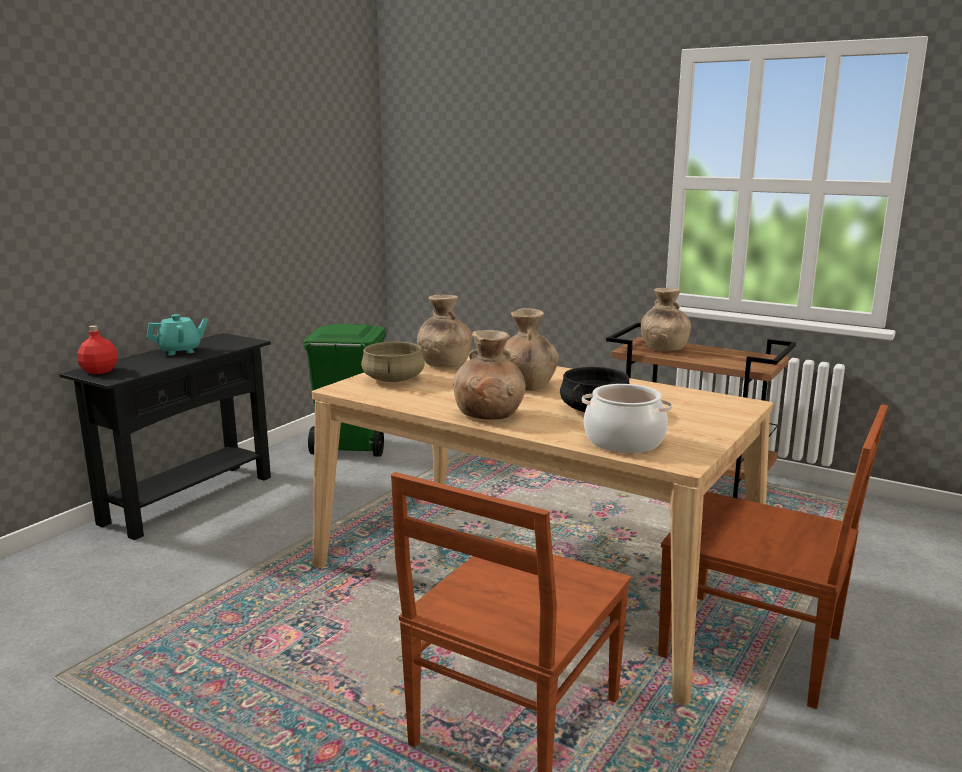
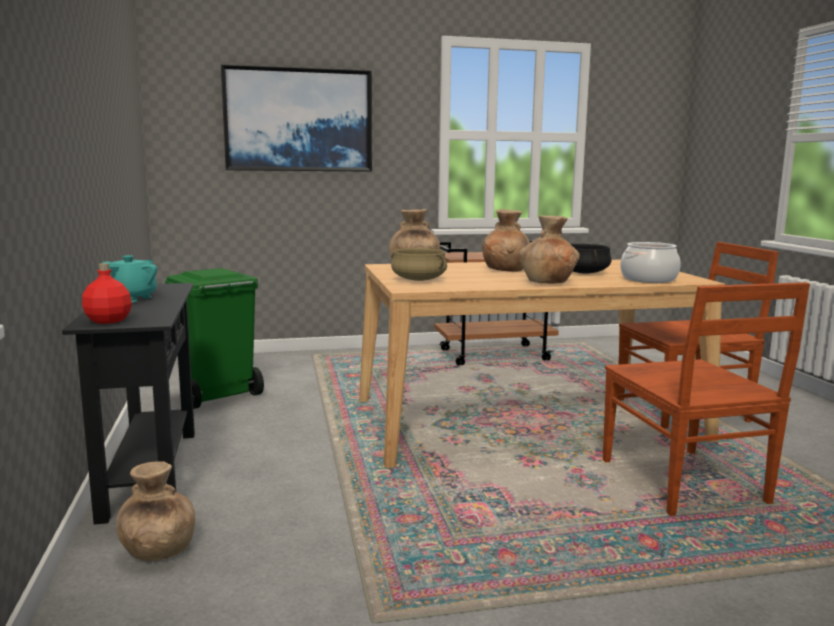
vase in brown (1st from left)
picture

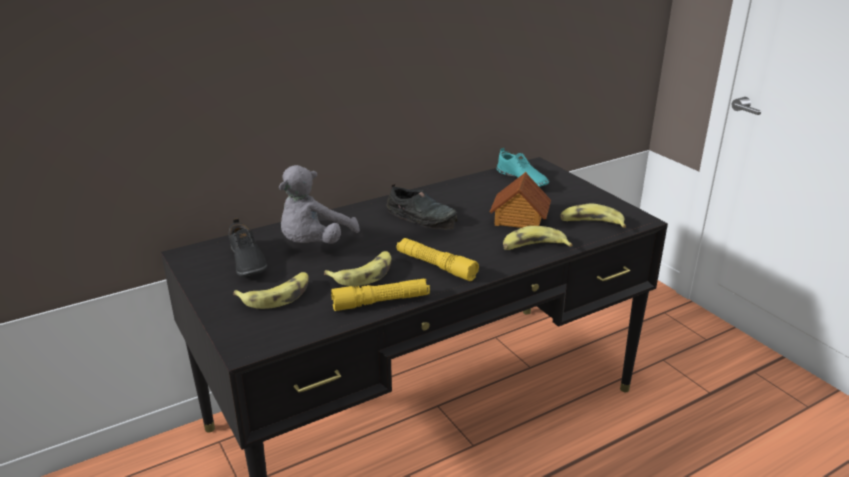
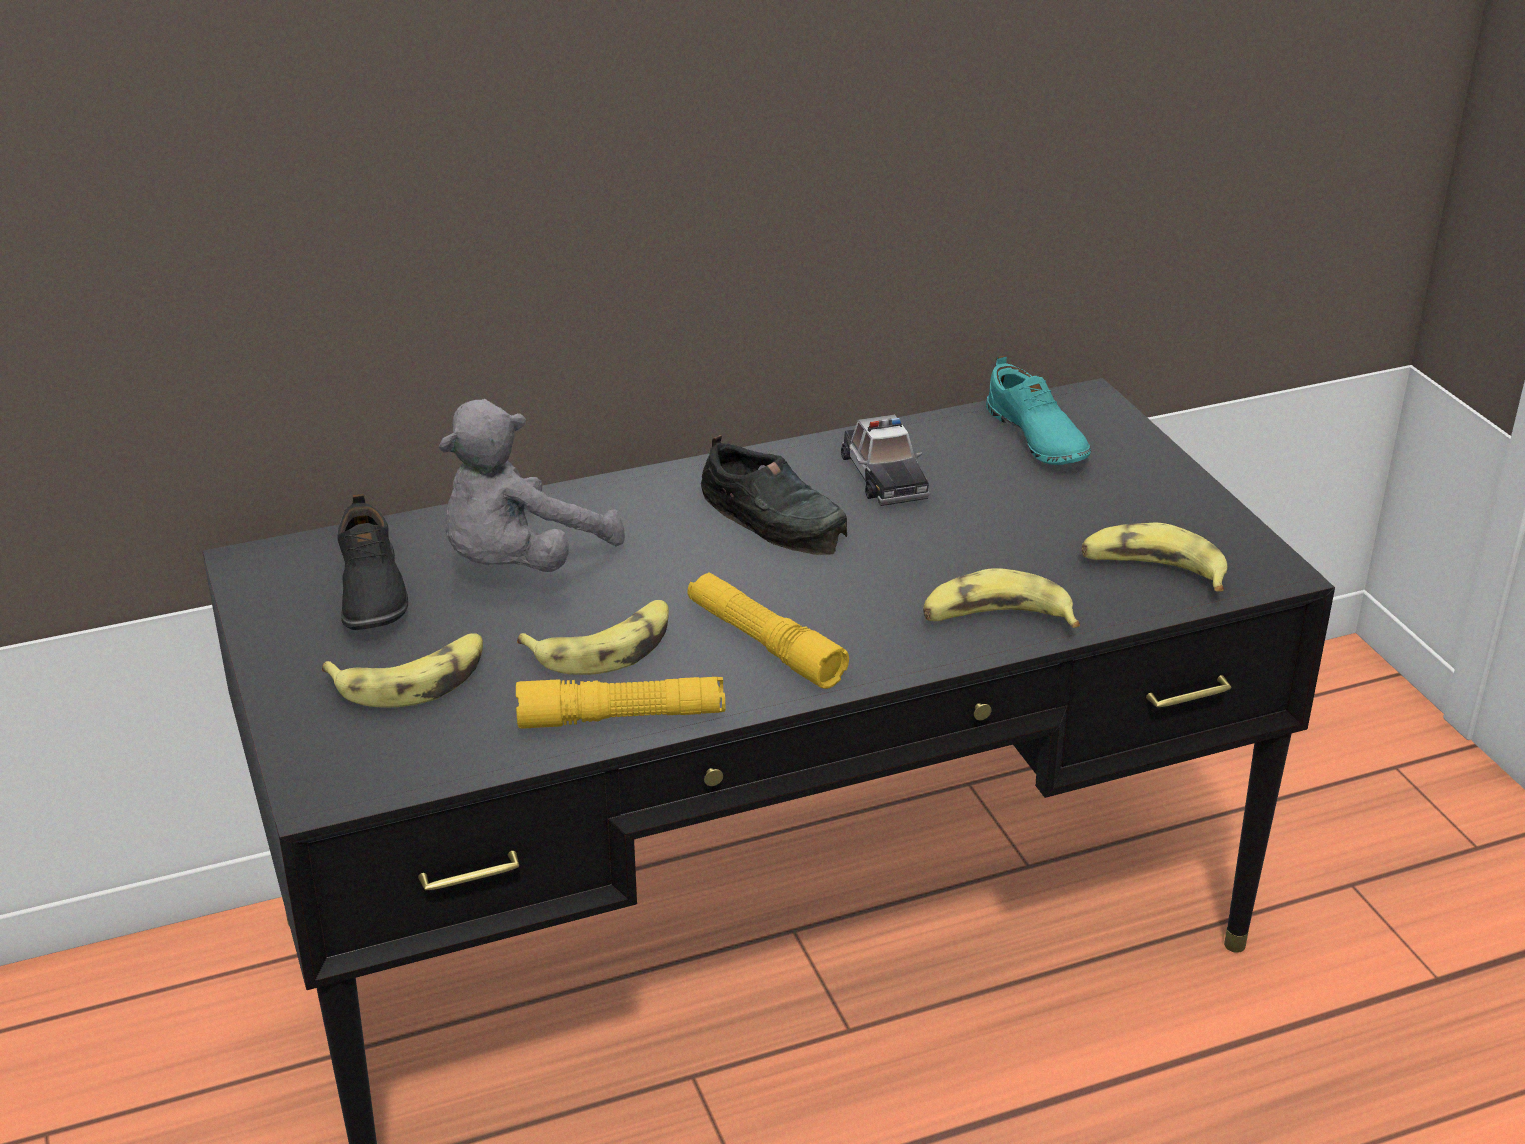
toy house
toy car

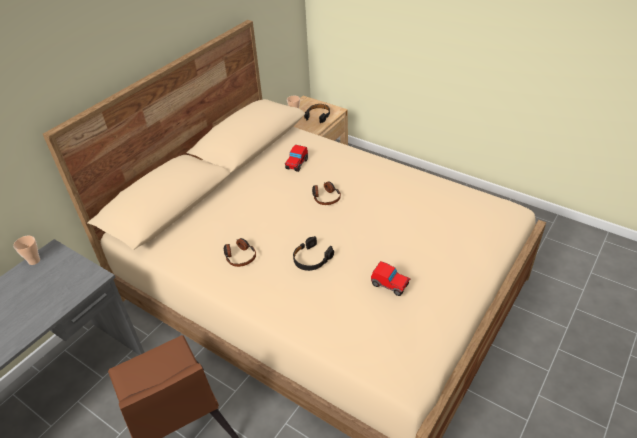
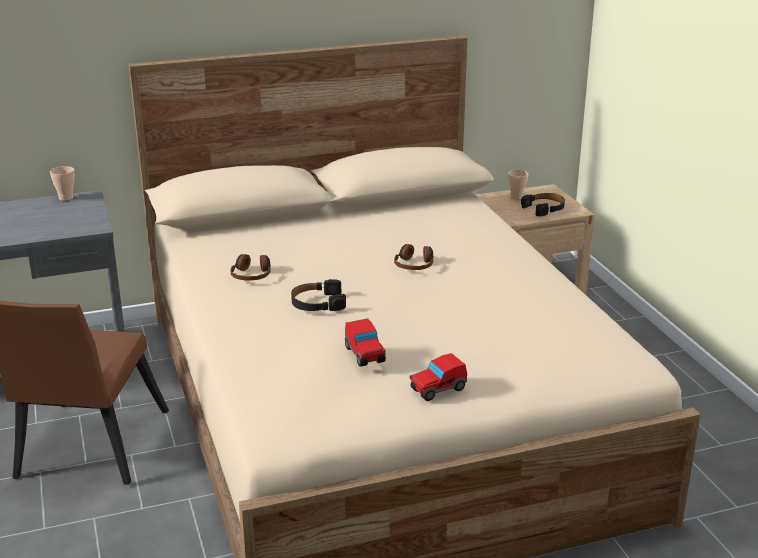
toy car (2nd from left)

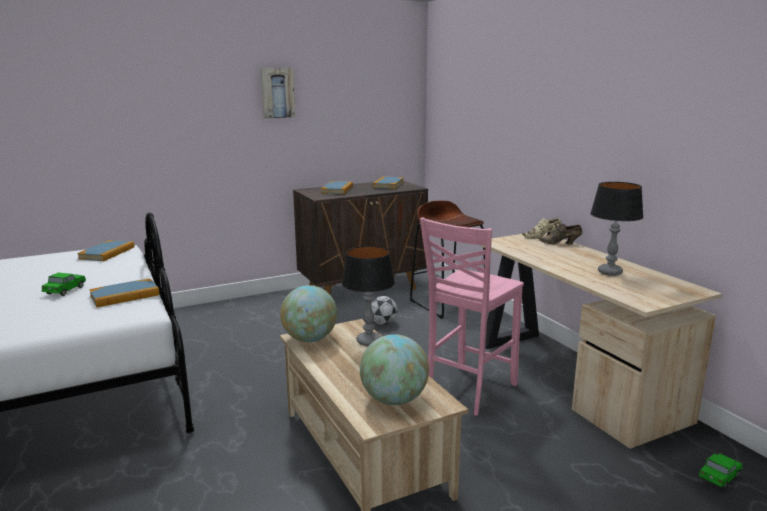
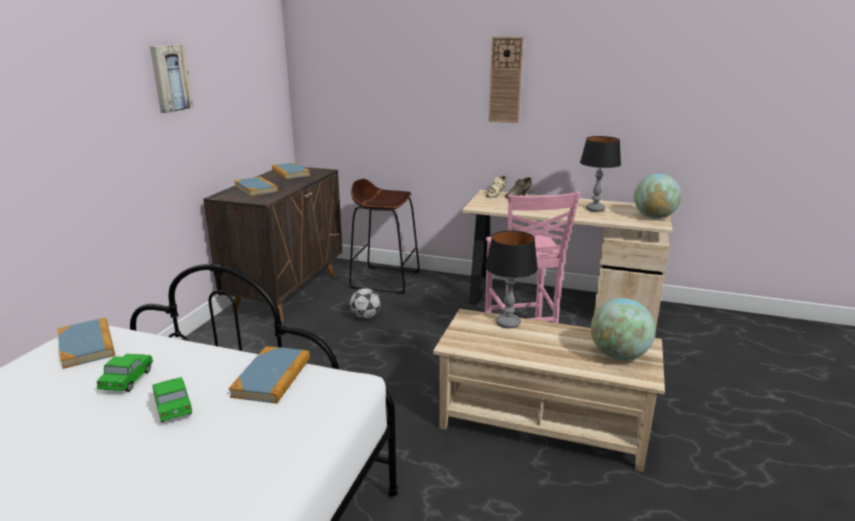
globe (2nd from left)
toy car (1st from left)
wall clock

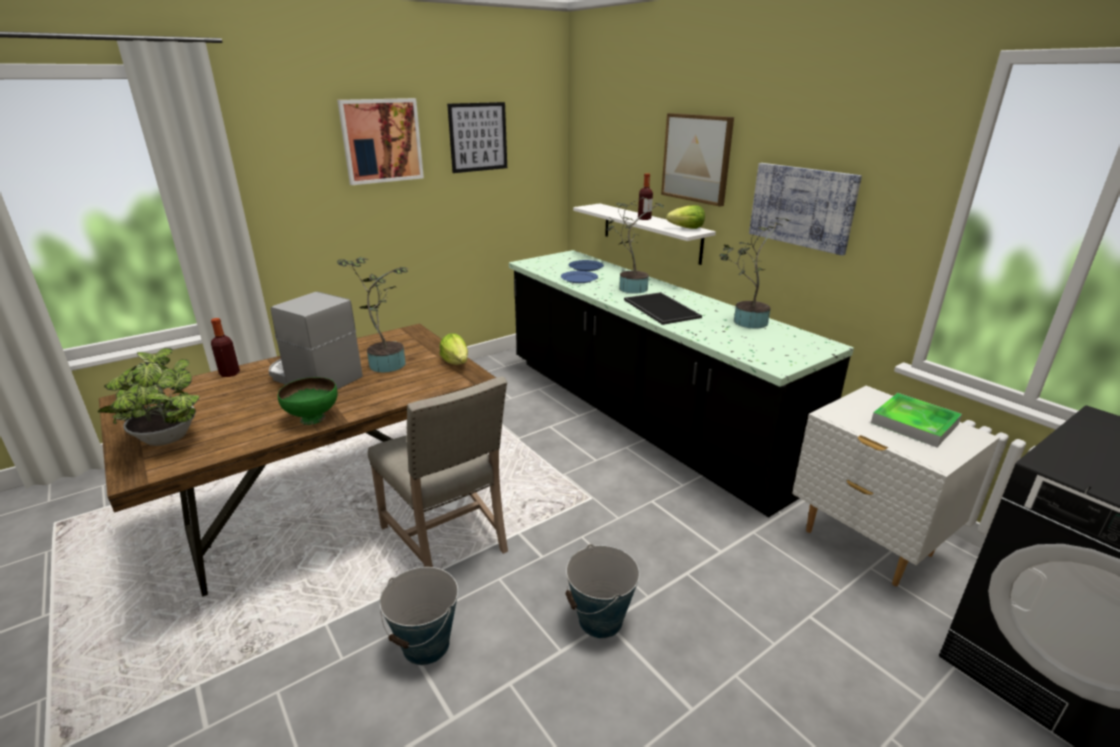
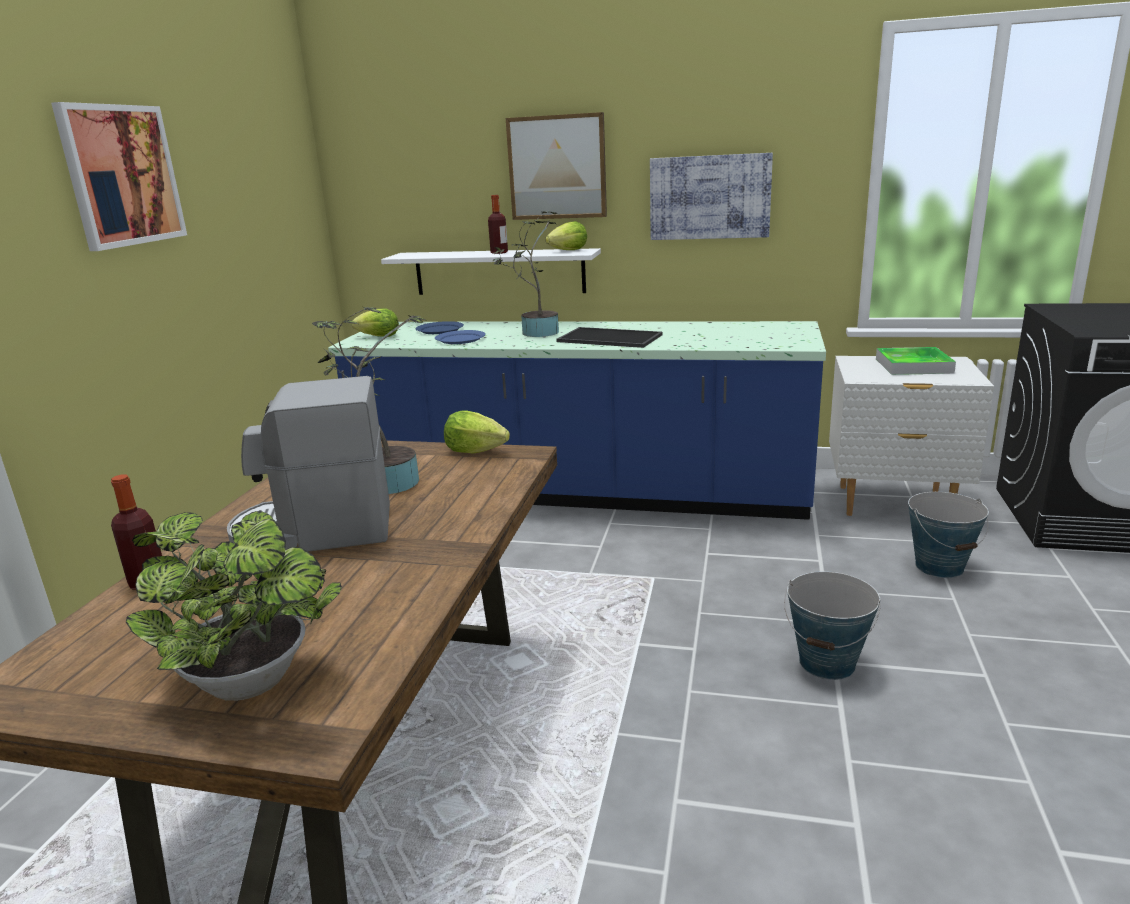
picture (2nd from left in the first image)
potted plant (4th from left in the first image)
counter in blue
chair in beige
bowl in green
bucket (2nd from left)
lettuce (1st from left)

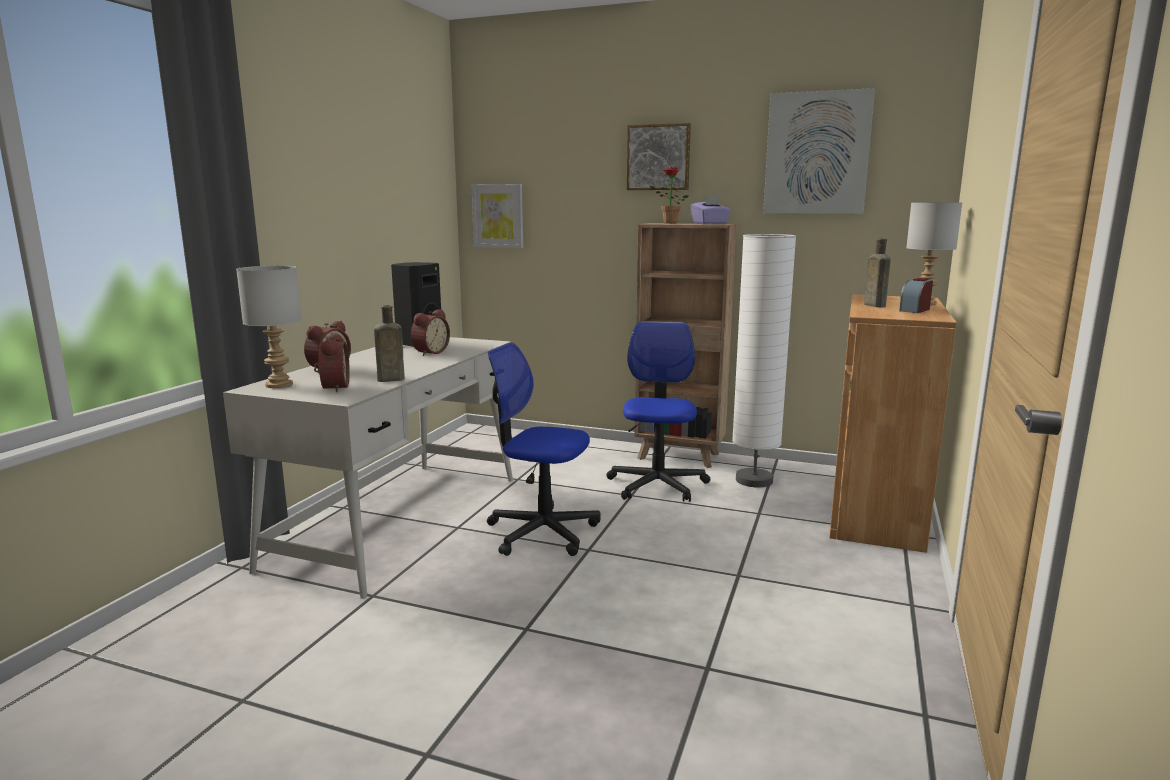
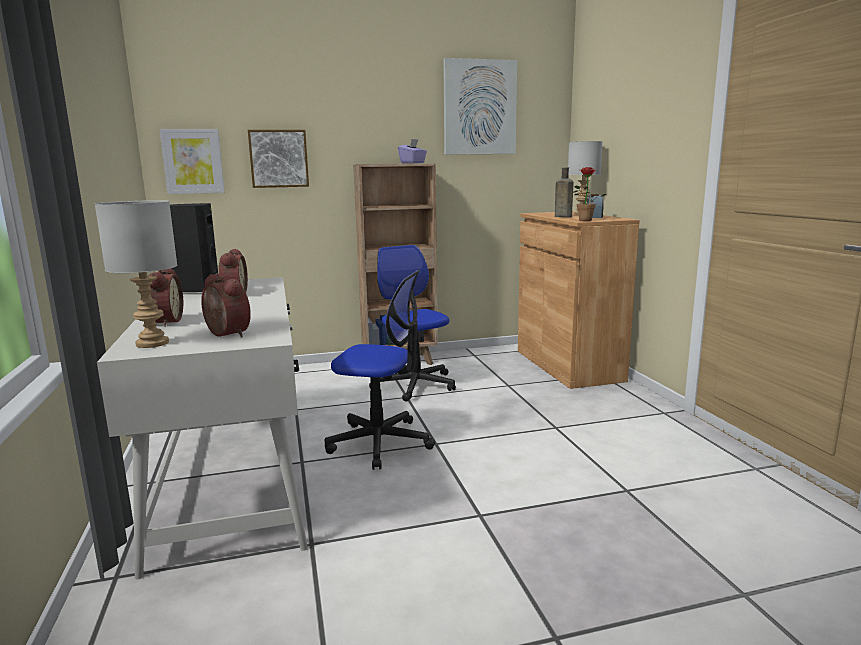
picture (2nd from left)
potted plant
floor lamp in white
bottle in brown (1st from left in the first image)
office chair (1st from left)

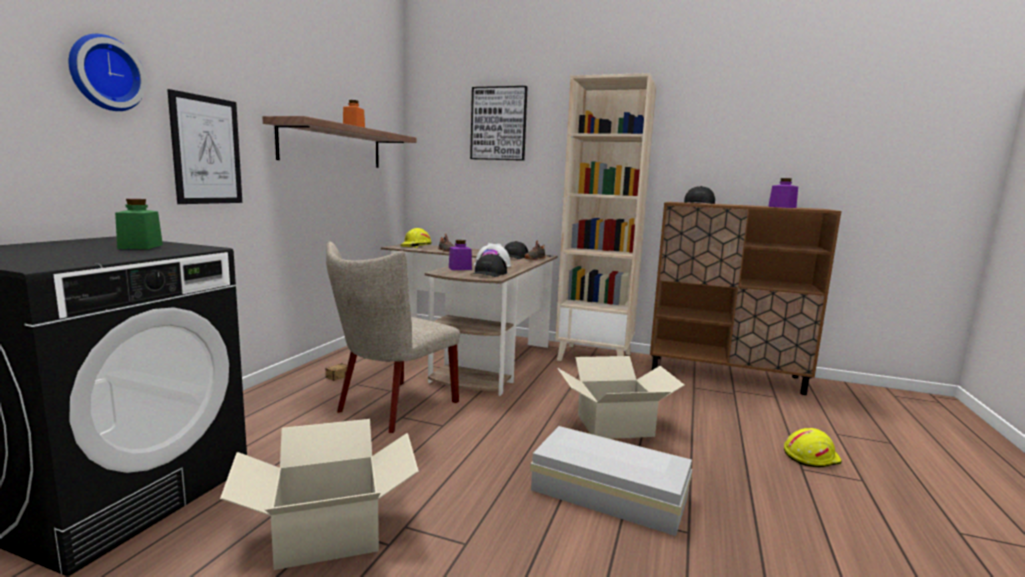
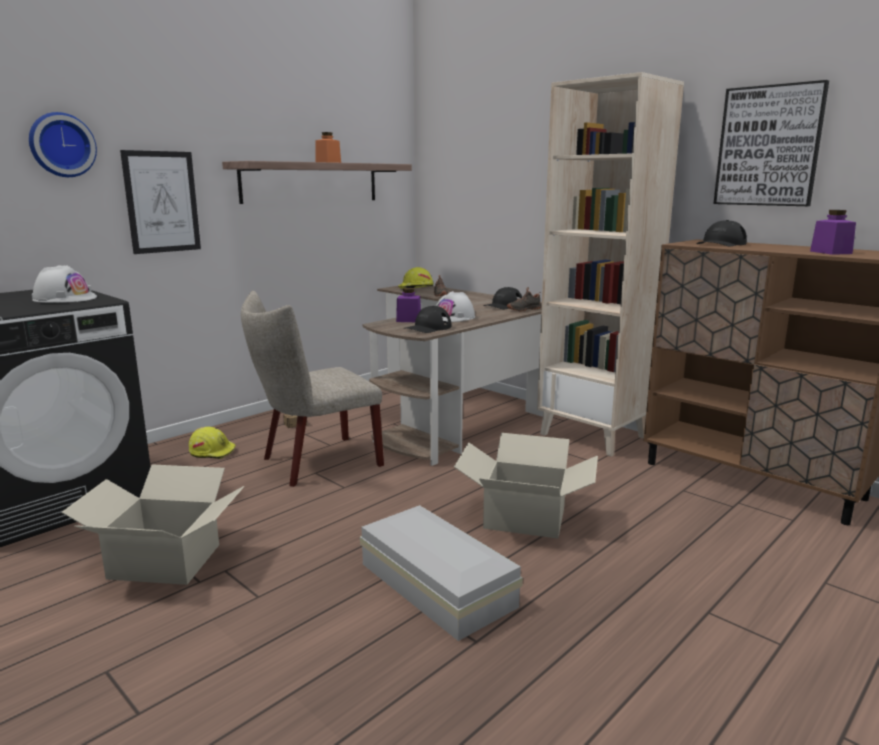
picture (2nd from left)
hard hat in white (1st from left)
hard hat in yellow (1st from left)

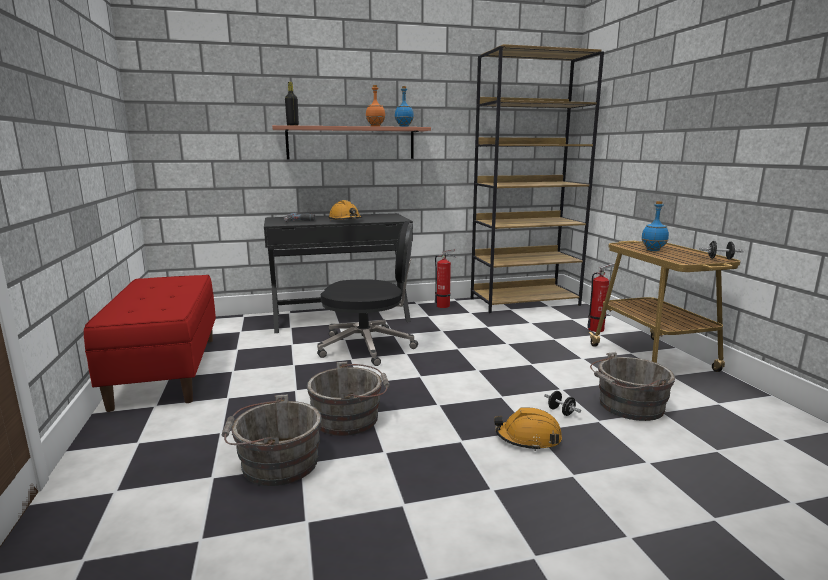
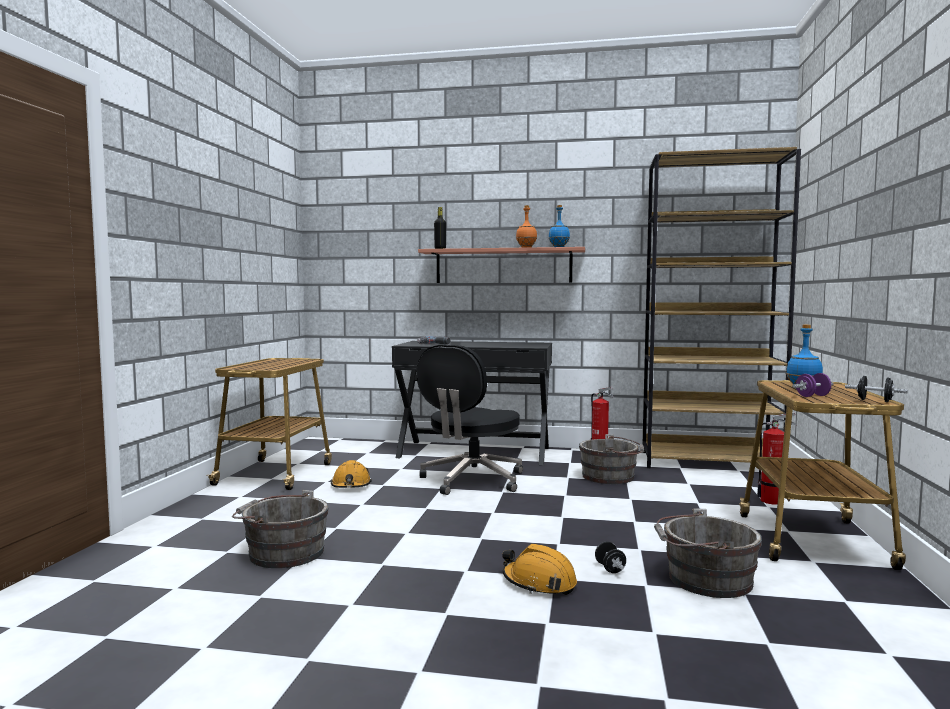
hard hat in orange (1st from left)
office chair in black
cart (1st from left)
bucket in grey (2nd from left)
dumbbell in purple

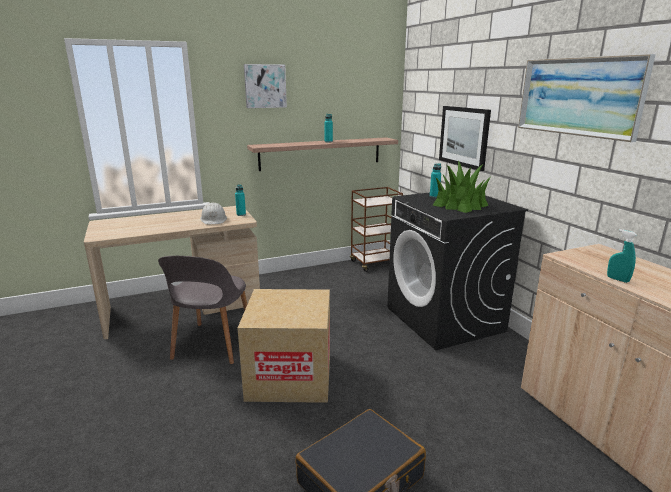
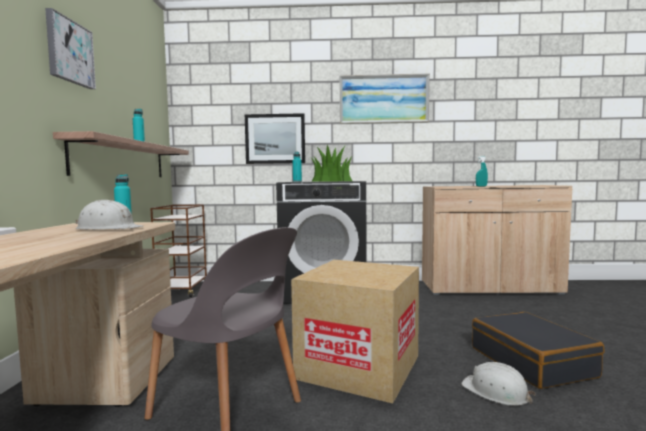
hard hat in white (2nd from left)

